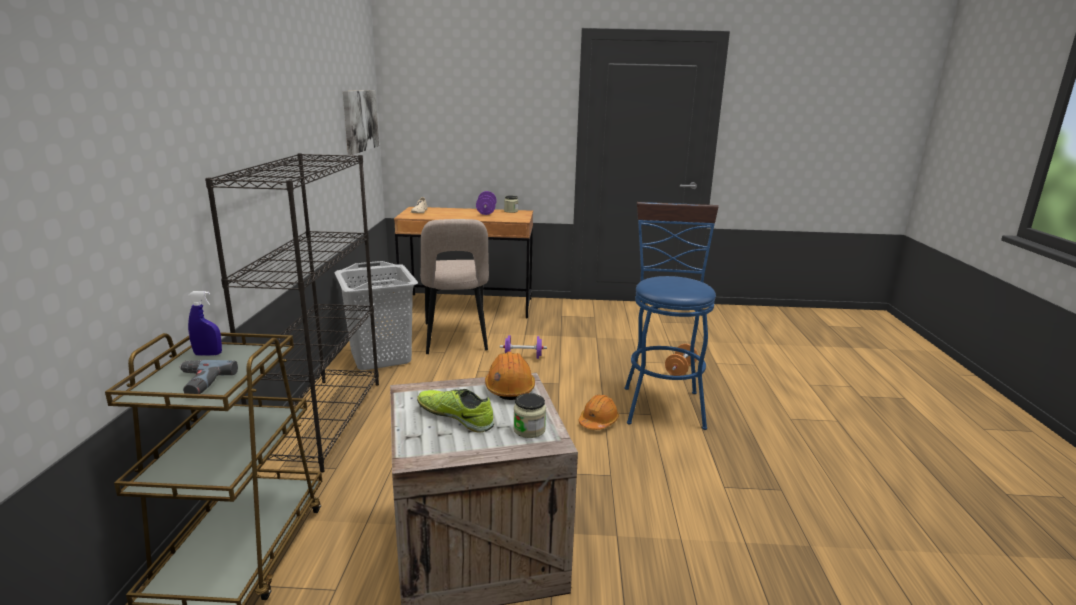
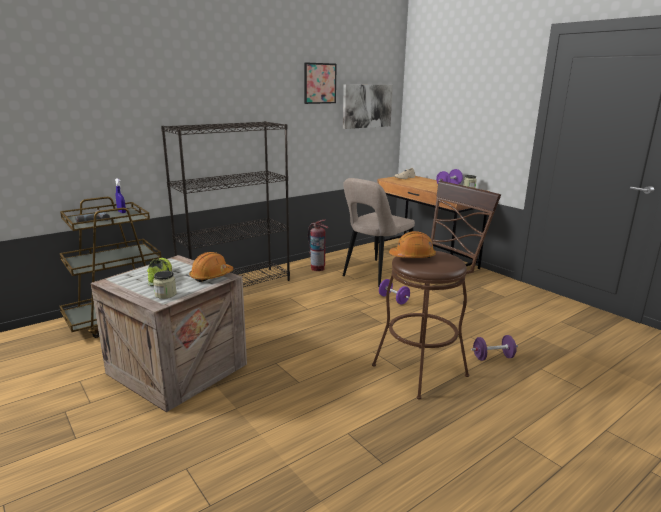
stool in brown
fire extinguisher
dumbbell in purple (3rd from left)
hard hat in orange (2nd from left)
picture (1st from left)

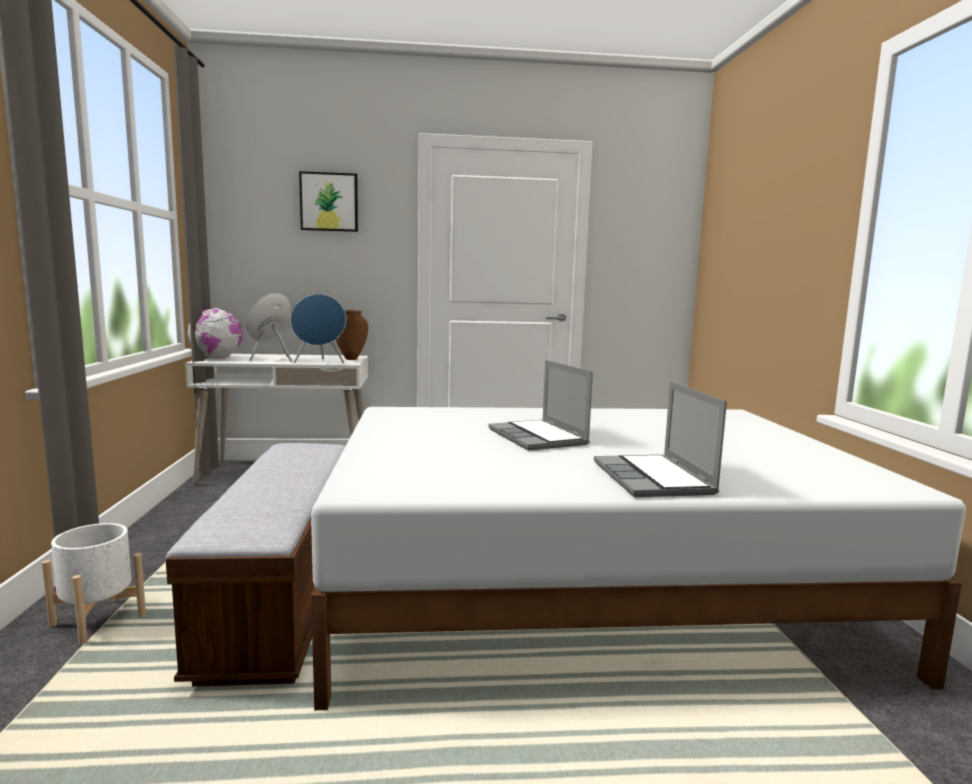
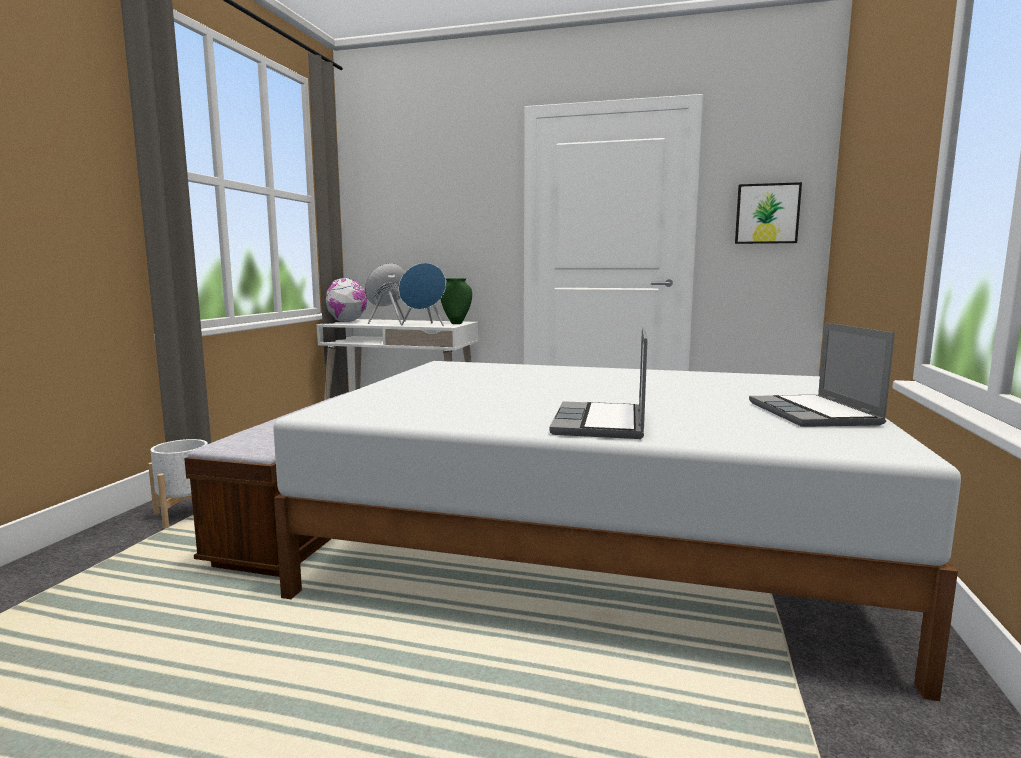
picture
vase in green
laptop (2nd from left)

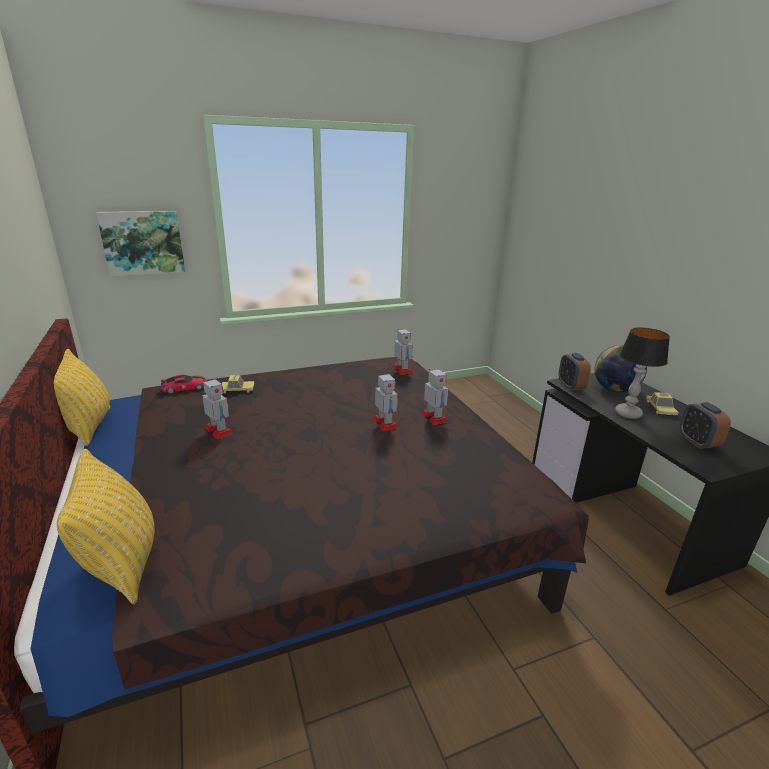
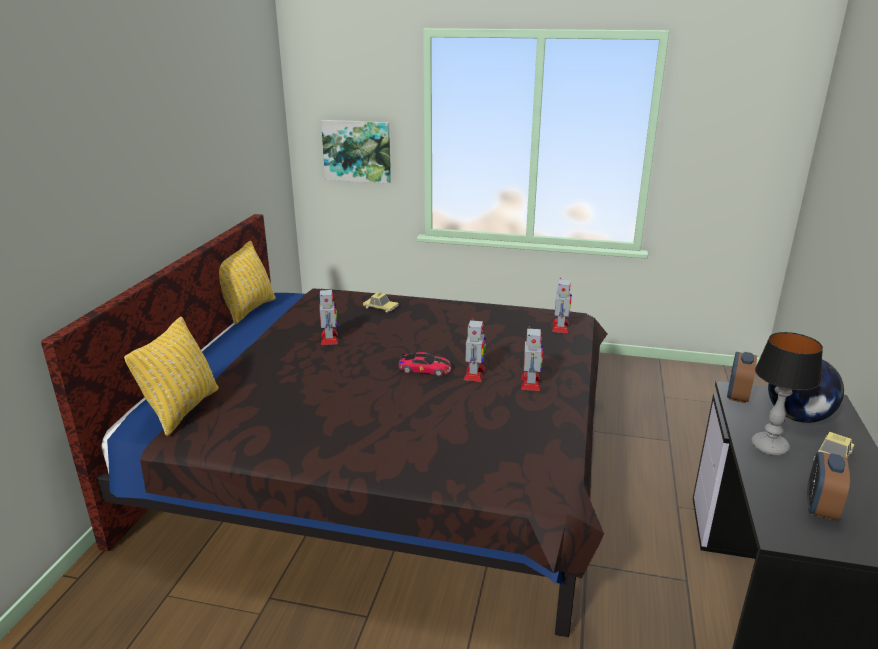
toy car (2nd from left)

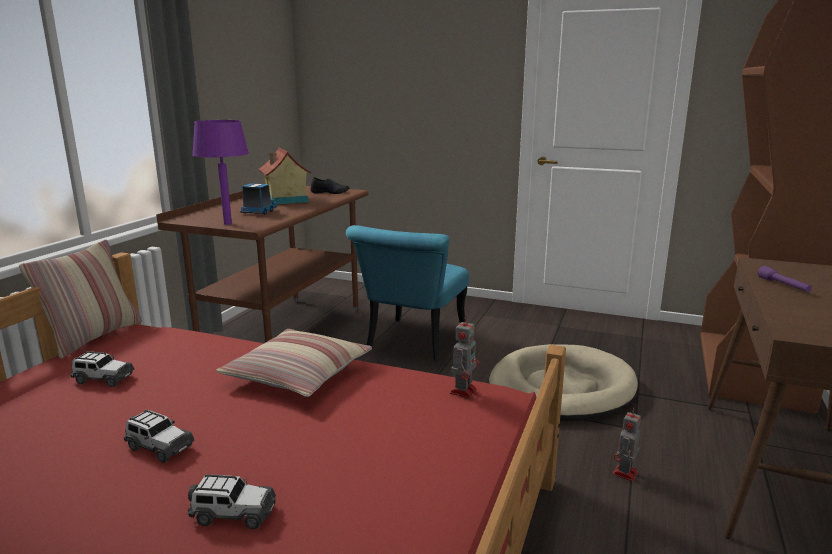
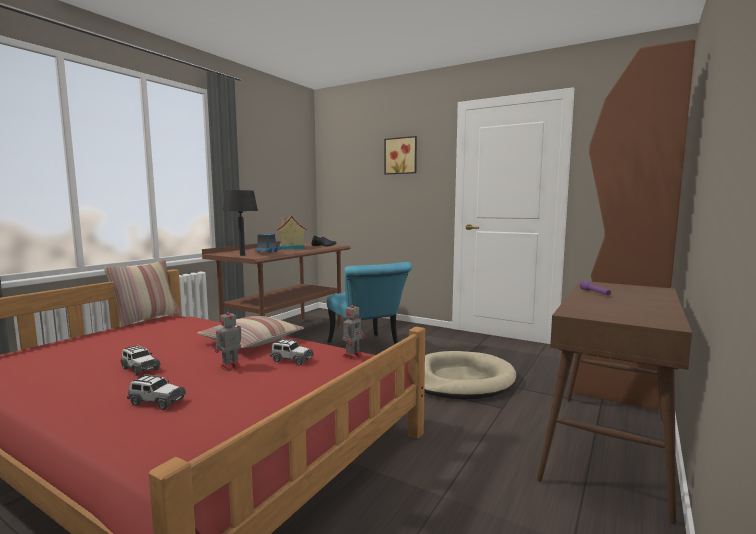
table lamp in black
chair in turquoise
toy car (3rd from left)
toy robot (1st from left)
picture

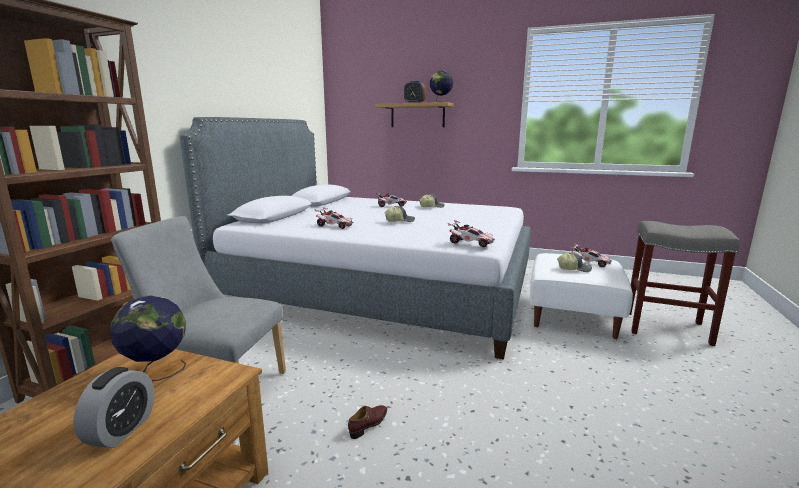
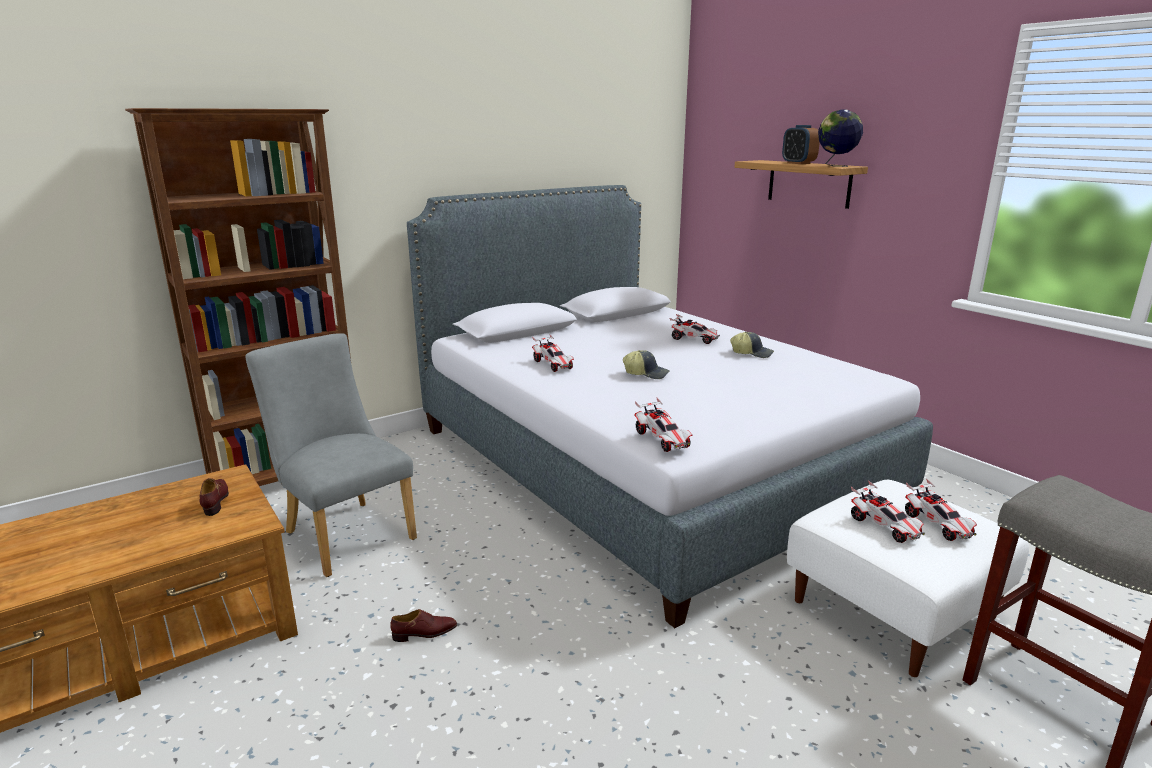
toy car (4th from left)
shoe in brown (1st from left)
alarm clock (1st from left in the first image)

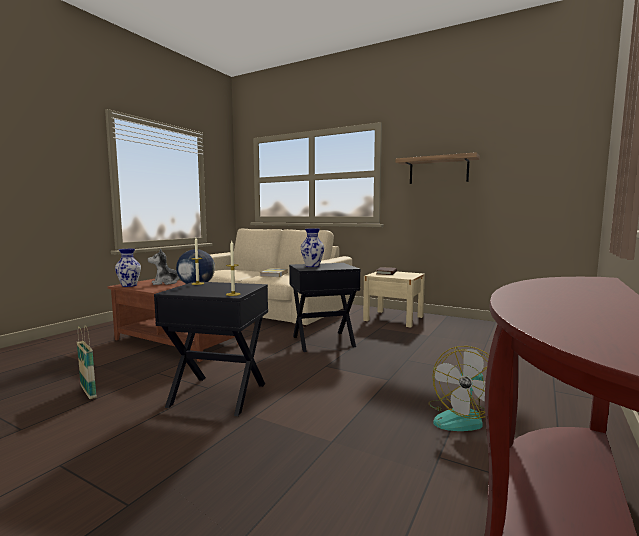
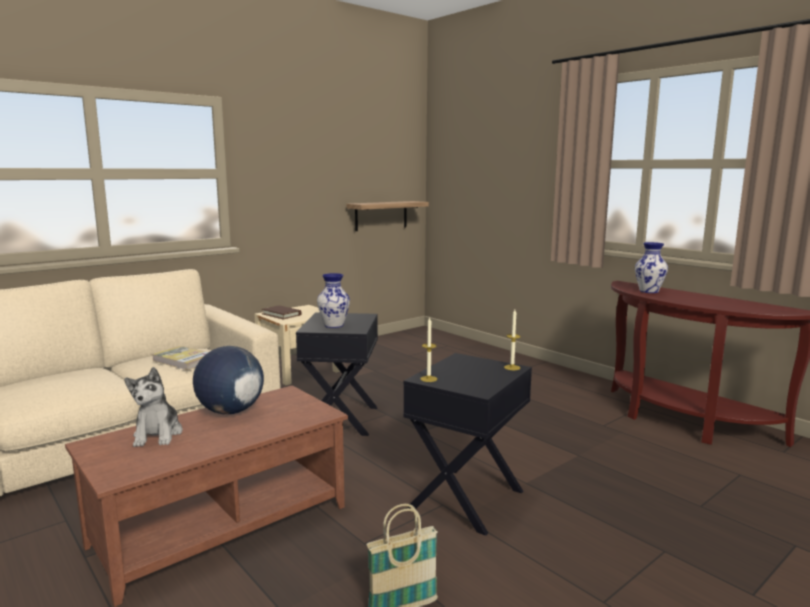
shelf
vase (2nd from left)
fan

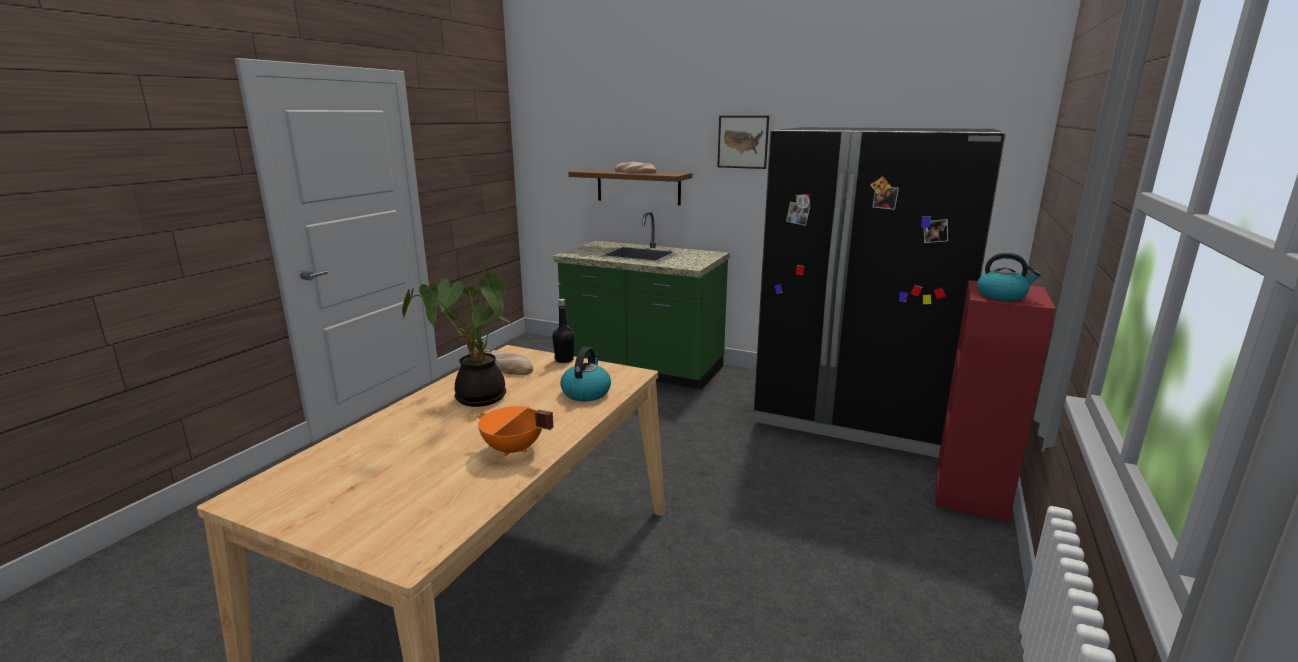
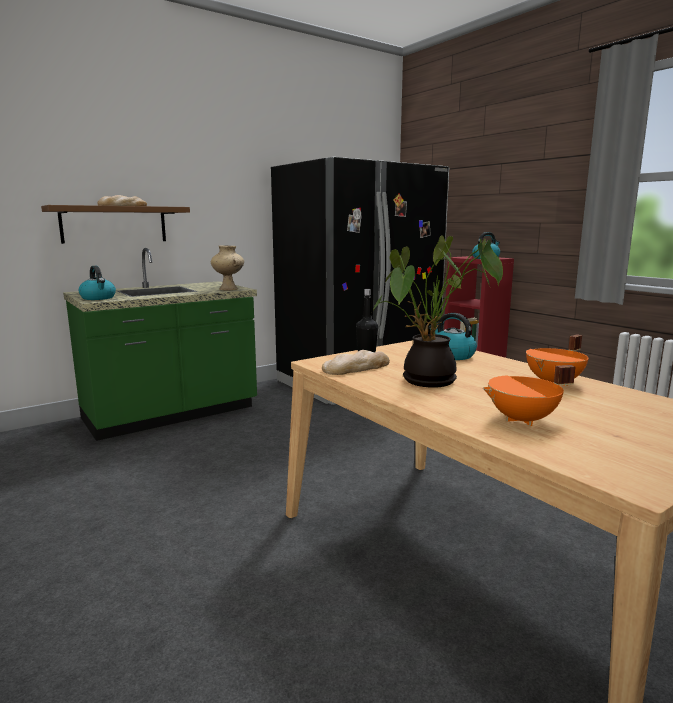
picture
vase in beige
kettle (1st from left)
cooking pot in orange (1st from left)

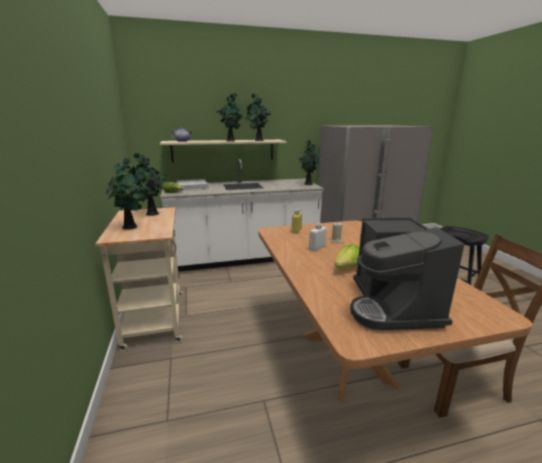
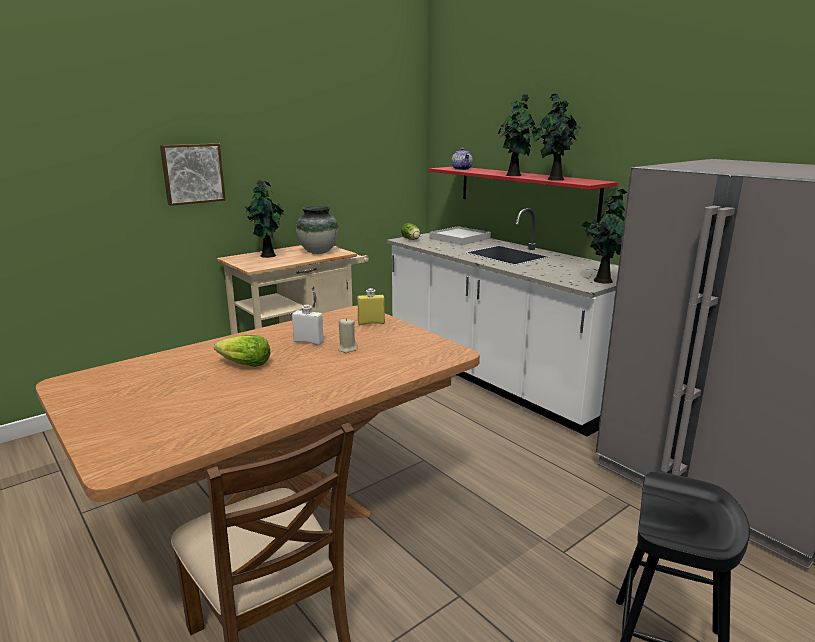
shelf in red
vase
coffee machine
picture

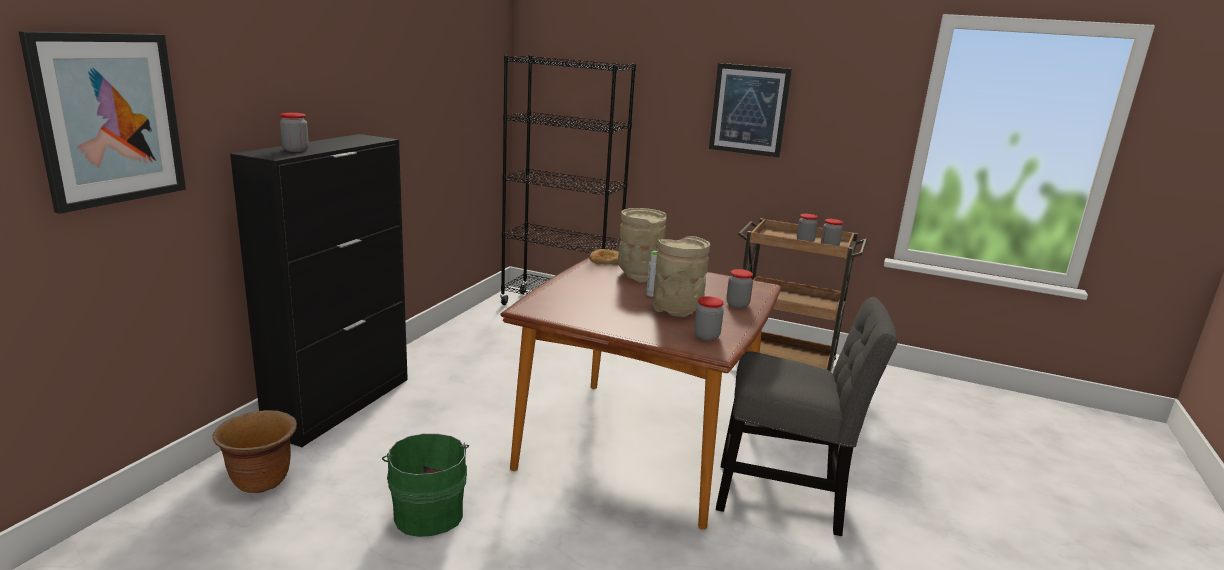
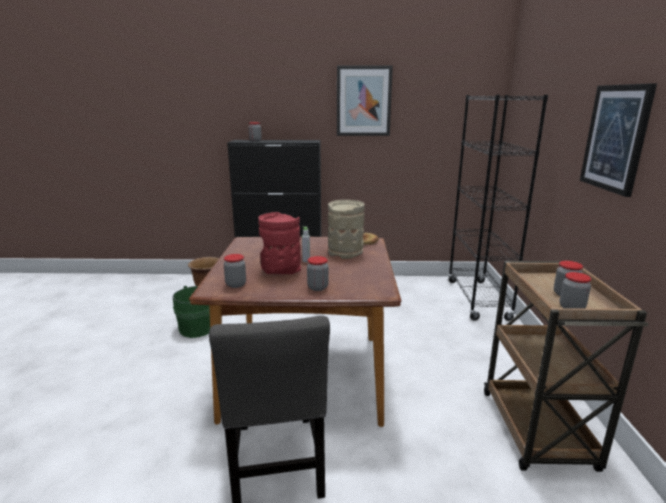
picture (1st from left)
vase in red

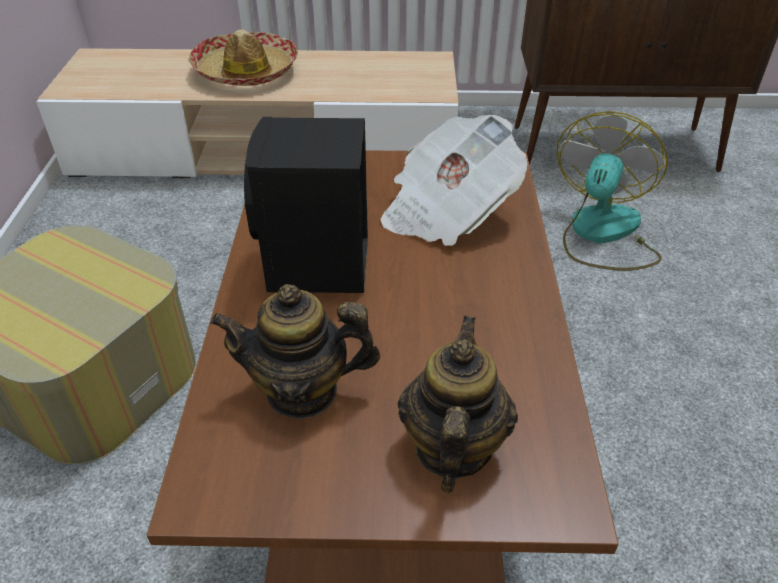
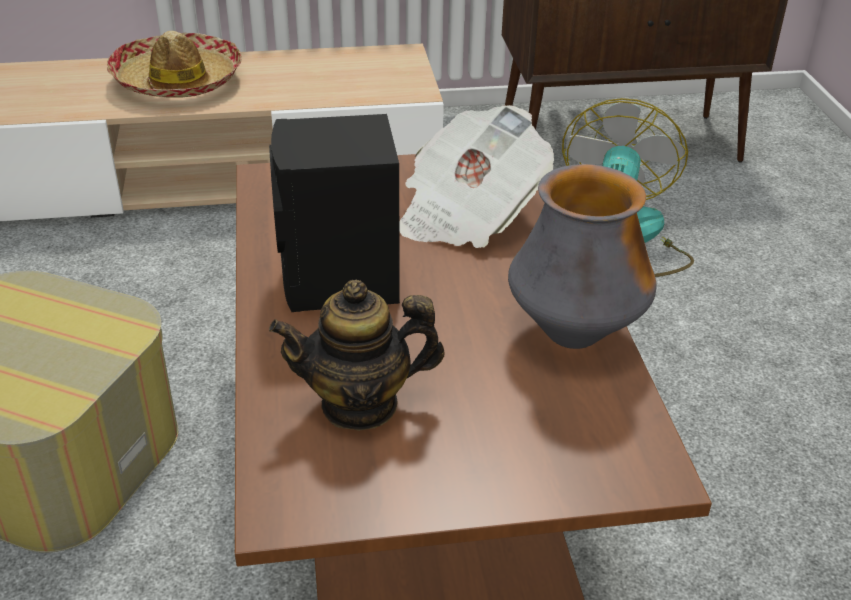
teapot (2nd from left in the first image)
vase

